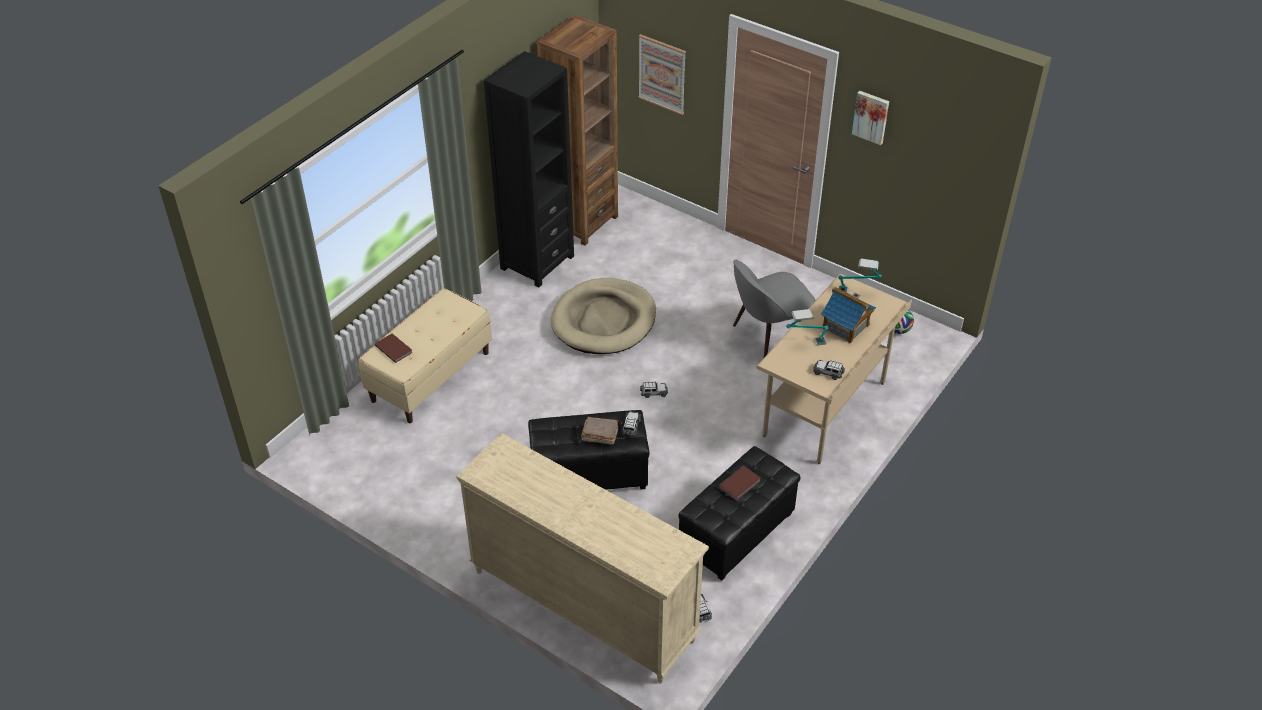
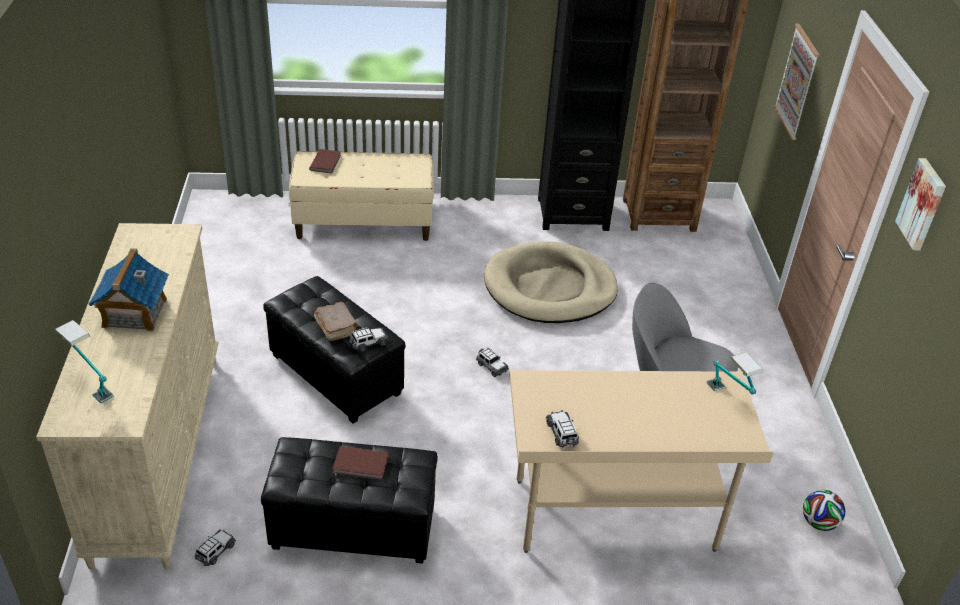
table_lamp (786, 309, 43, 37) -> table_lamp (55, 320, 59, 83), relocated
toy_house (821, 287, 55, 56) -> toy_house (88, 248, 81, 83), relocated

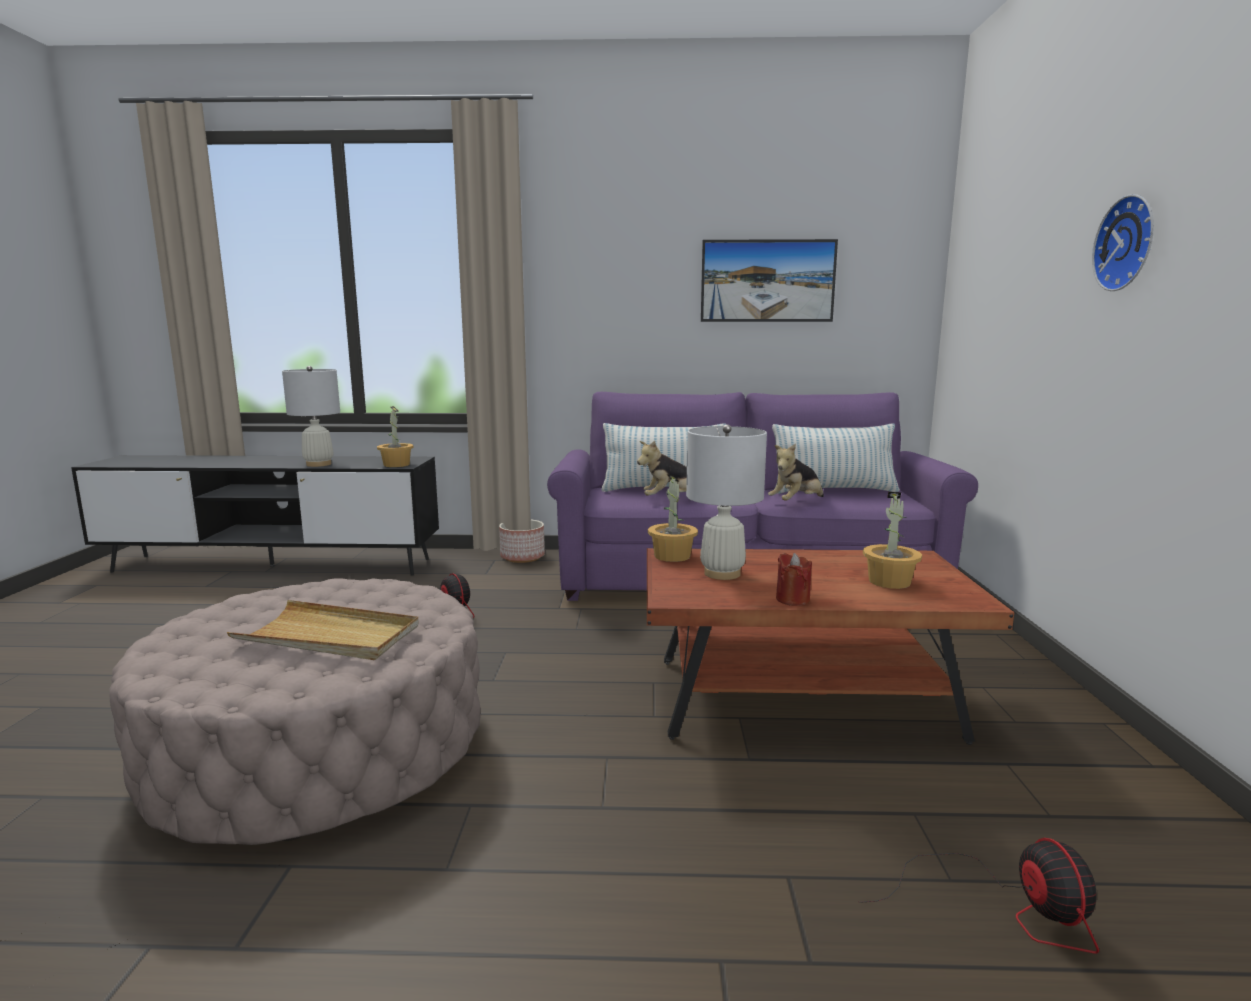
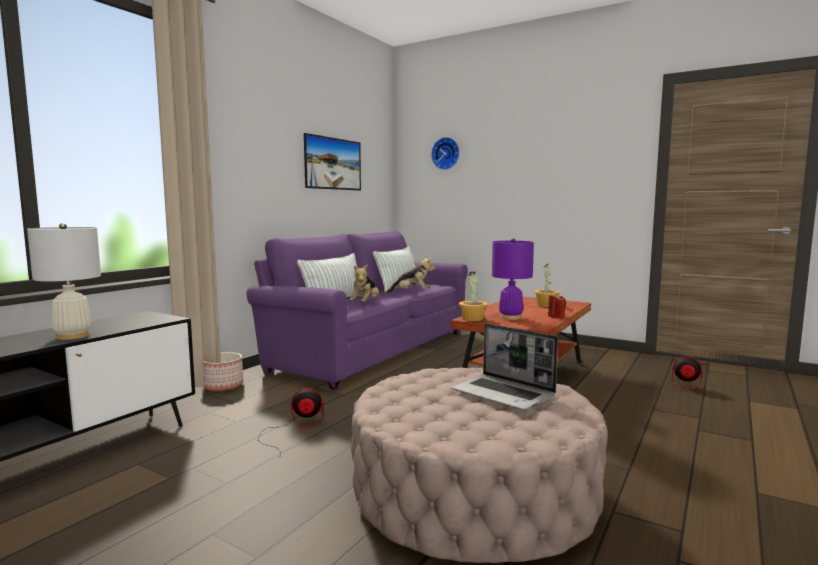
potted_plant (377, 406, 37, 61) -> none
wall_clock (1092, 194, 62, 97) -> wall_clock (431, 137, 29, 33), relocated
beige_tray (227, 600, 192, 60) -> laptop (451, 323, 107, 87)
white_table_lamp (686, 424, 81, 156) -> purple_table_lamp (492, 238, 42, 82)
plush_toy (768, 444, 56, 57) -> plush_toy (386, 256, 49, 37), 75 degrees counterclockwise

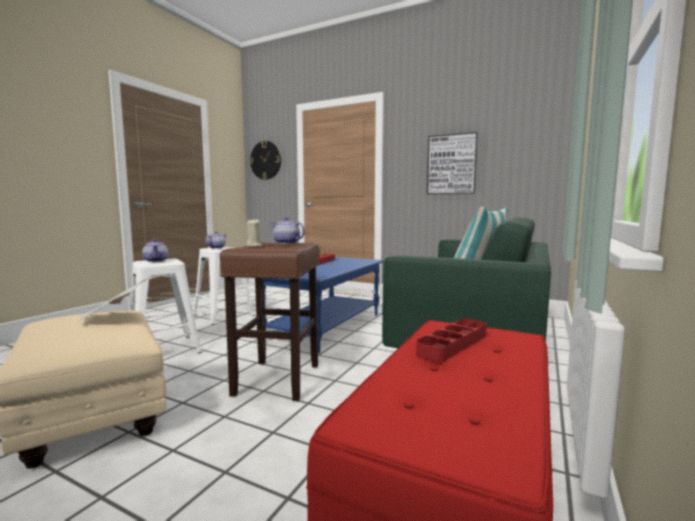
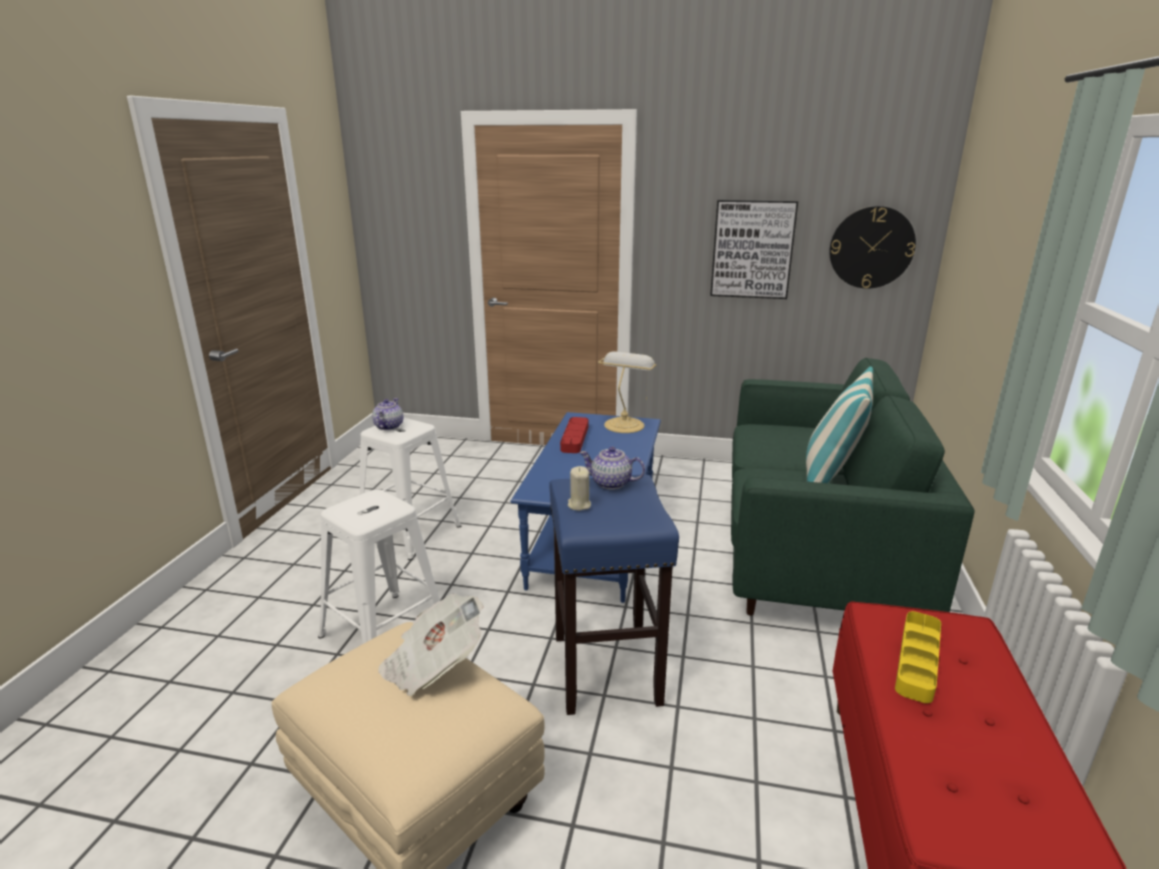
teapot (142, 239, 26, 23) -> none
none -> table_lamp (598, 351, 58, 82)
wall_clock (250, 141, 31, 39) -> wall_clock (829, 206, 87, 83), relocated
brown_stool (220, 242, 99, 159) -> blue_stool (549, 475, 130, 240)
red_tray (416, 319, 71, 43) -> yellow_tray (895, 611, 46, 92)

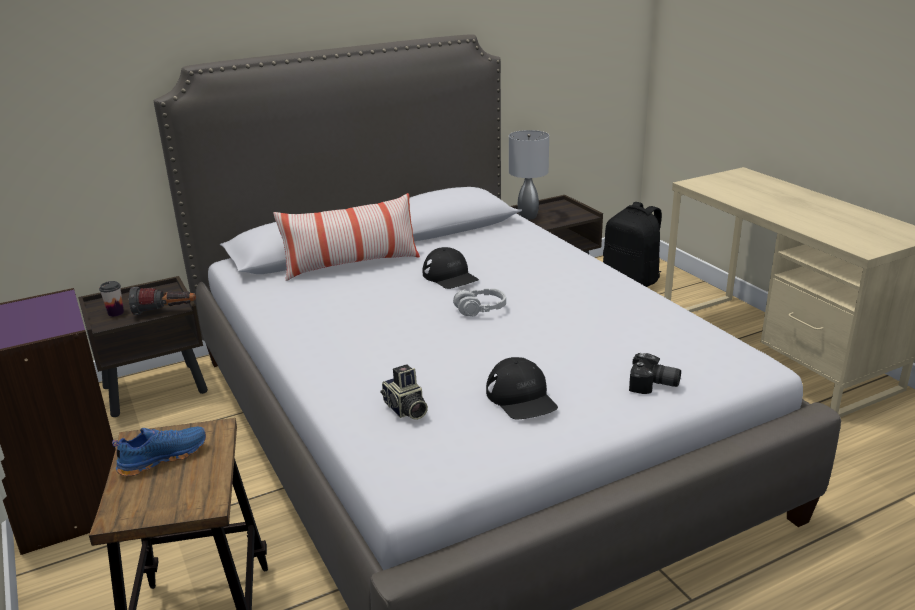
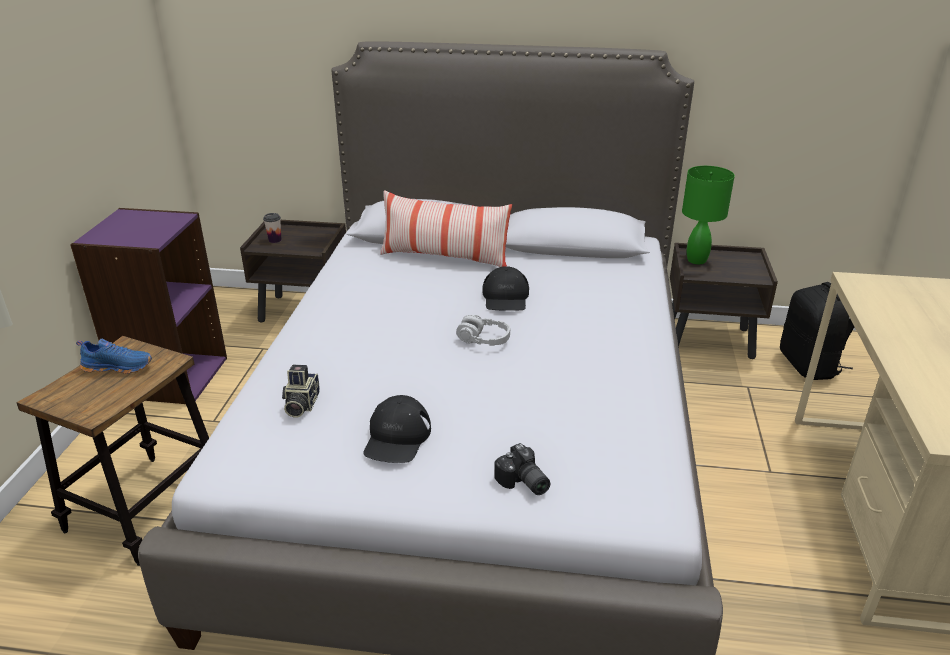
flashlight (129, 287, 67, 28) -> none
grey_table_lamp (509, 130, 40, 90) -> green_table_lamp (682, 166, 53, 98)

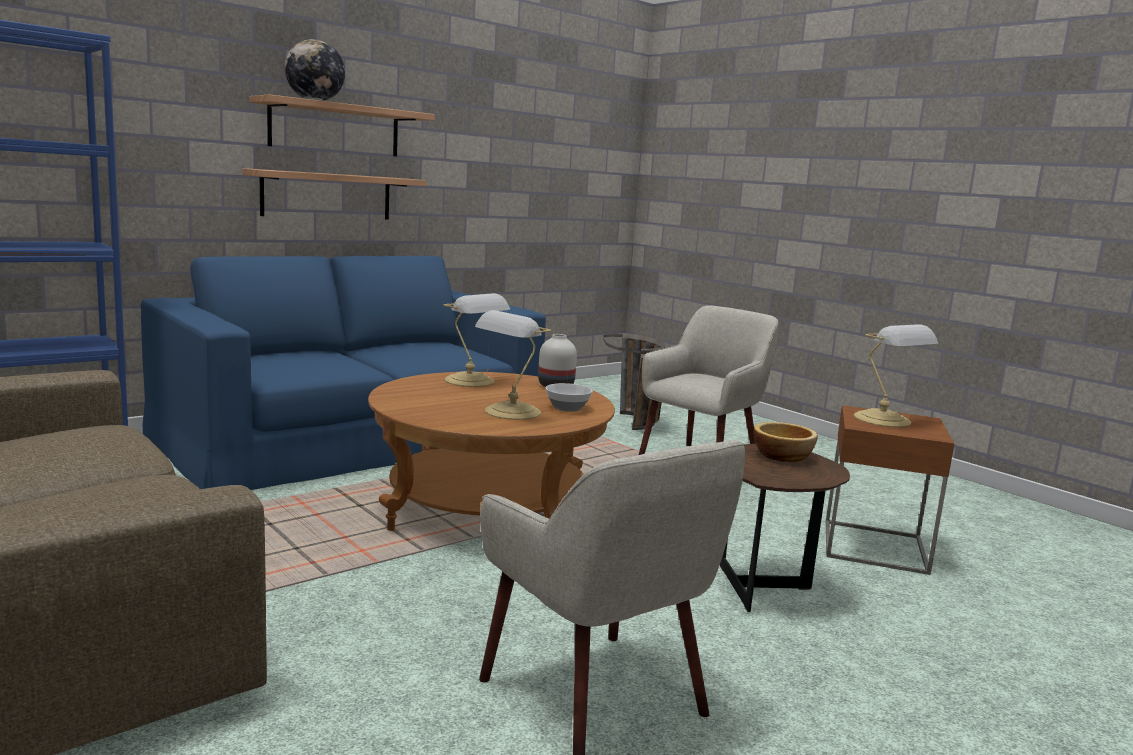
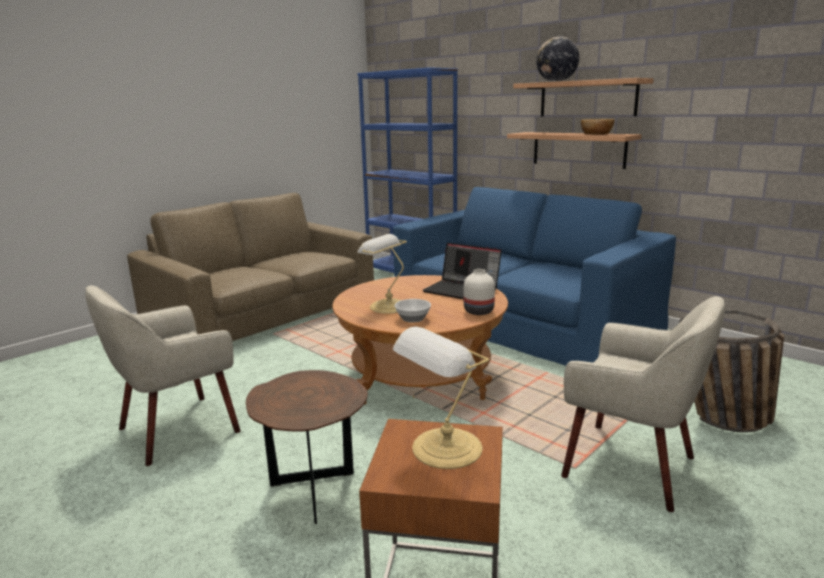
bowl (754, 422, 64, 40) -> bowl (581, 119, 33, 16), relocated
table_lamp (443, 293, 67, 94) -> laptop (423, 243, 79, 56)

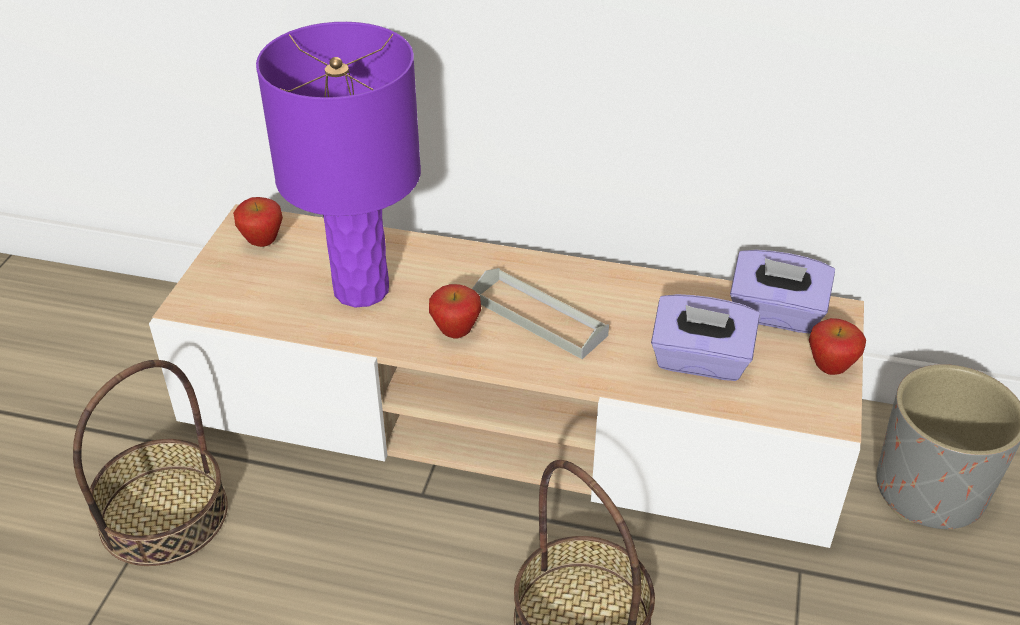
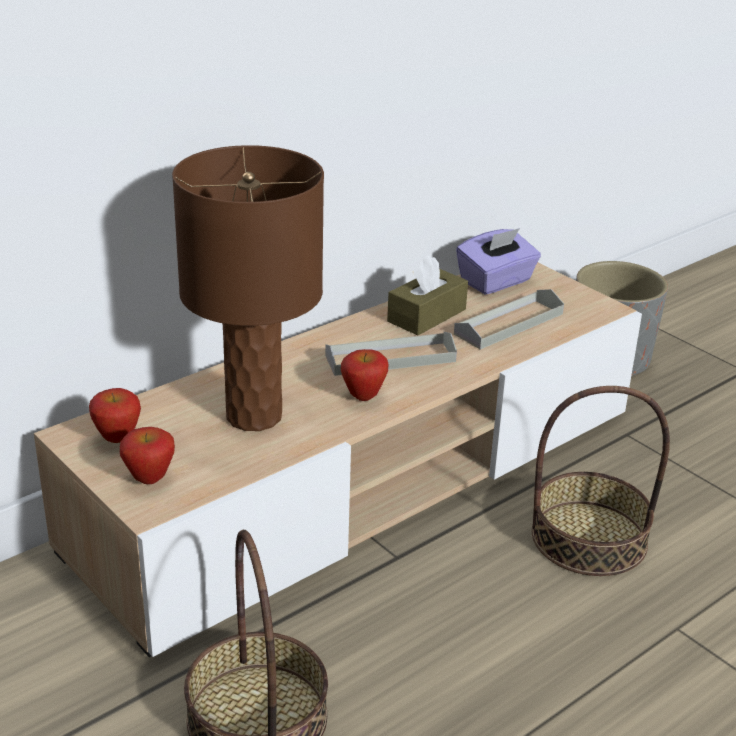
none -> brown_tissue_box (387, 255, 81, 80)
apple (809, 318, 57, 57) -> apple (120, 427, 55, 57), relocated
purple_tissue_box (651, 294, 109, 87) -> grey_tray (454, 289, 110, 60)
purple_table_lamp (256, 22, 165, 285) -> brown_table_lamp (172, 145, 152, 286)

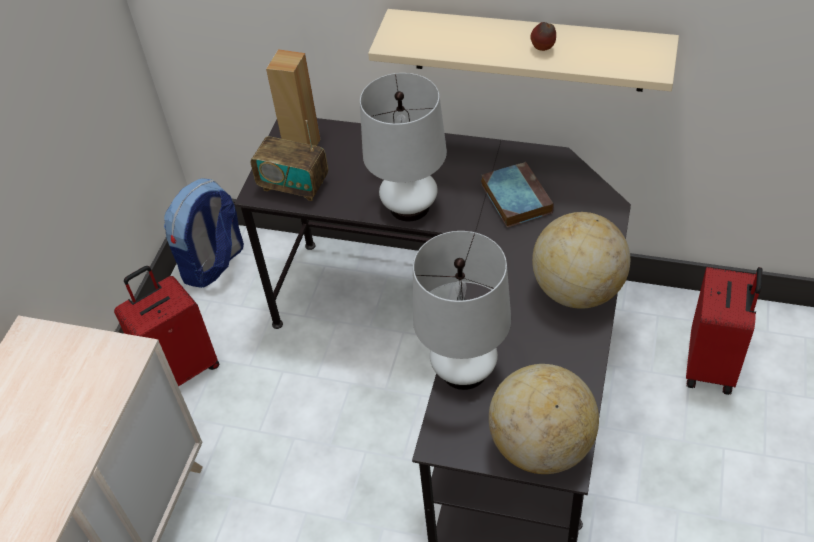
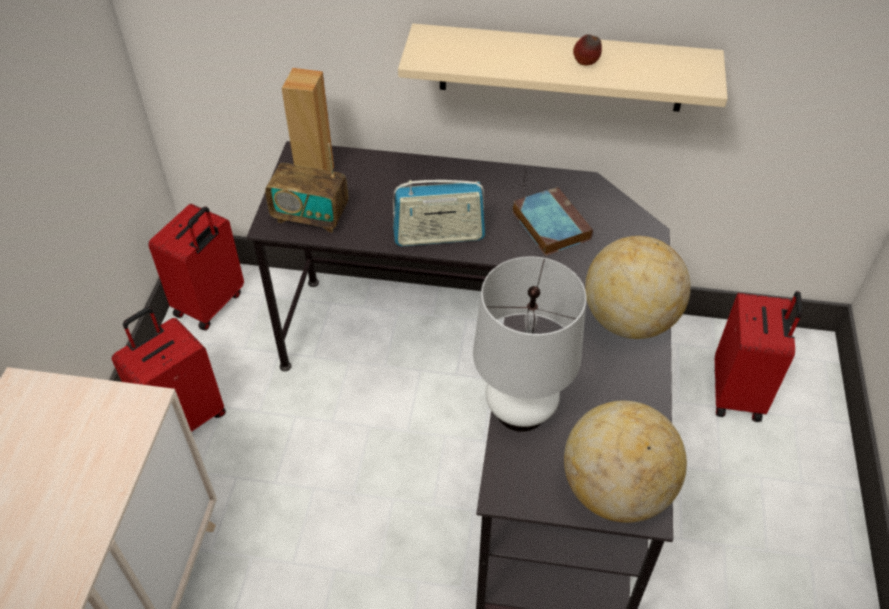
backpack (164, 179, 80, 109) -> red_suitcase (148, 204, 96, 126)
white_table_lamp (360, 73, 87, 148) -> radio (393, 180, 92, 66)

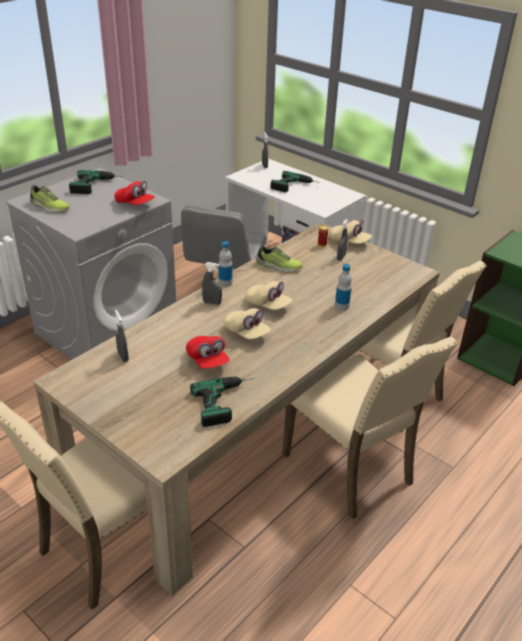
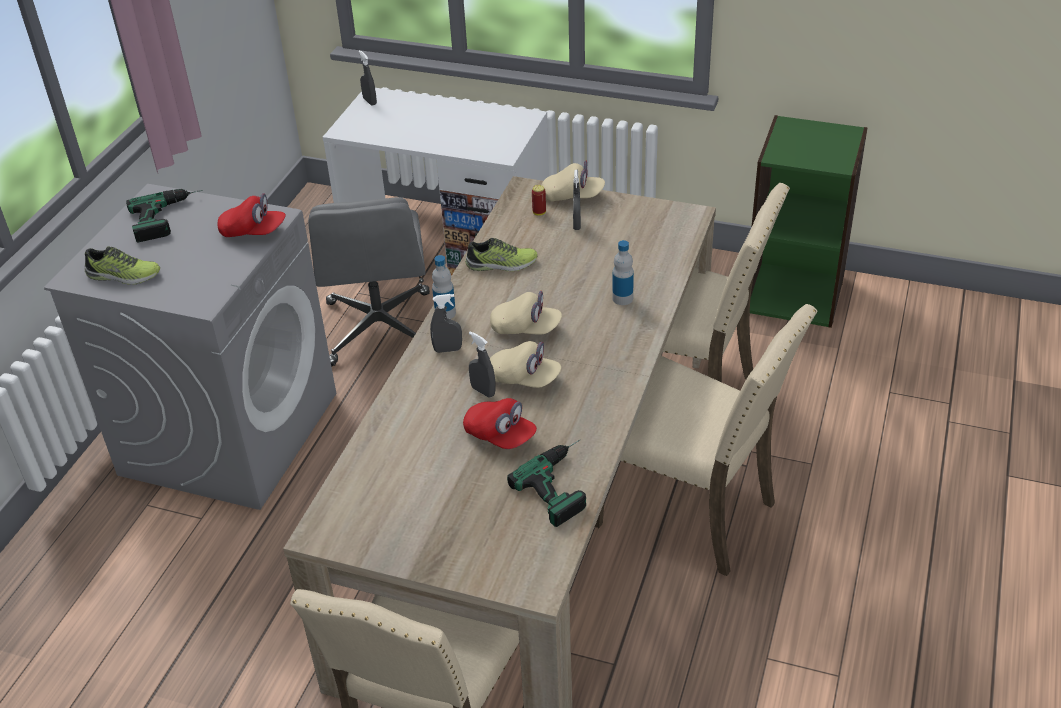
power_drill (270, 171, 50, 21) -> none
grey_spray_bottle (115, 310, 14, 52) -> grey_spray_bottle (469, 331, 26, 66), relocated

